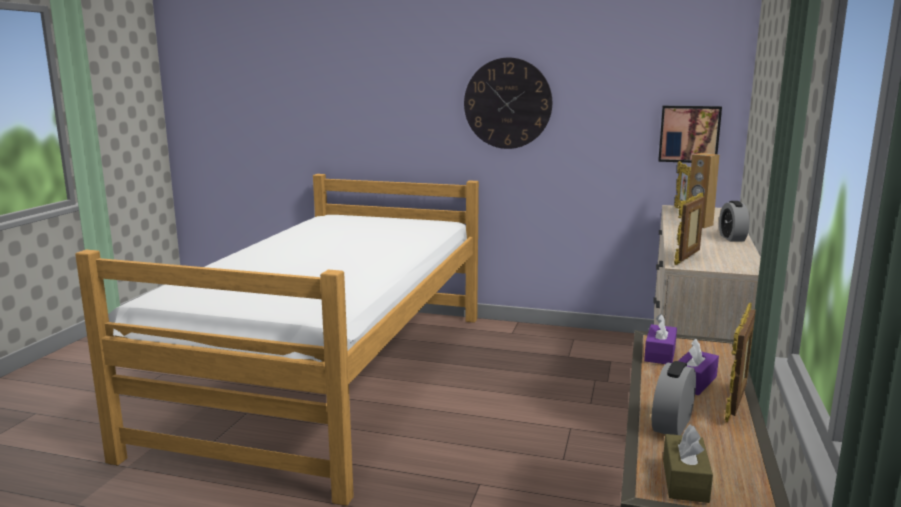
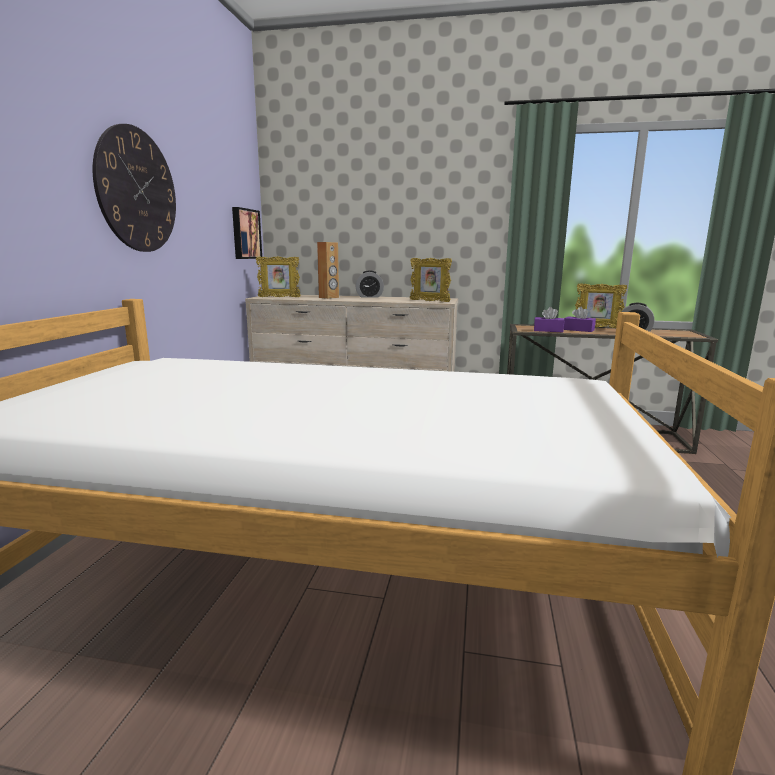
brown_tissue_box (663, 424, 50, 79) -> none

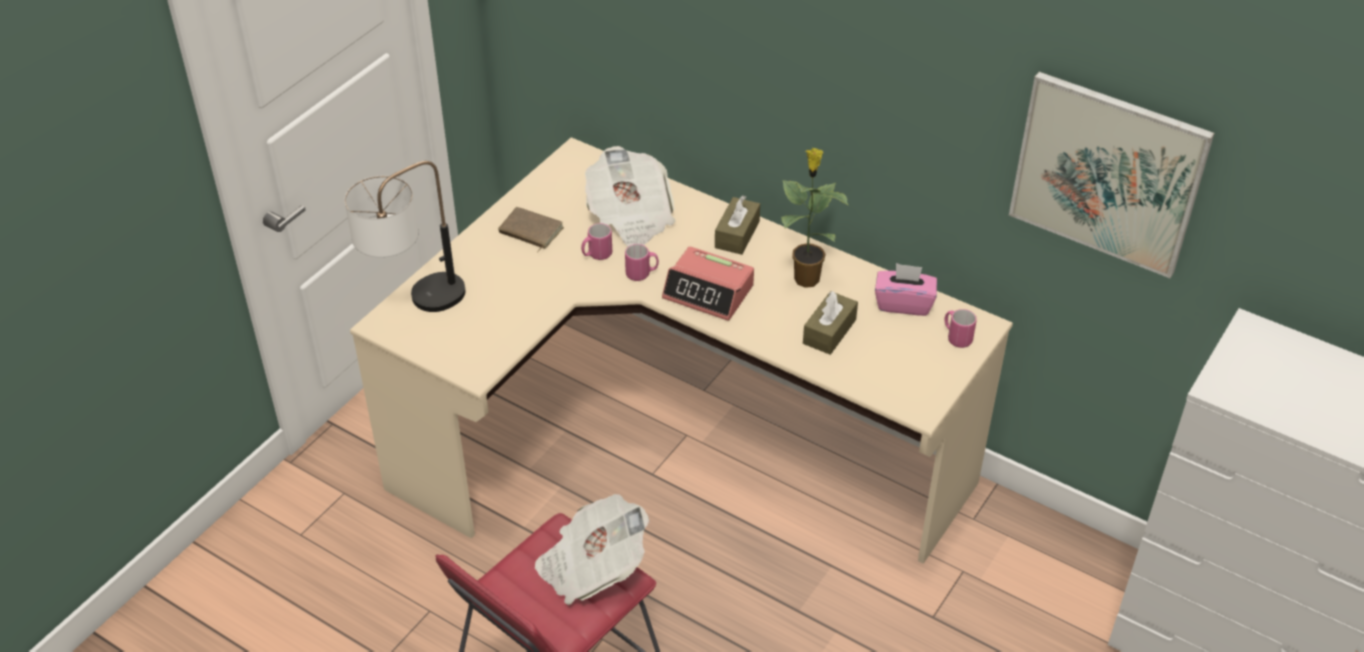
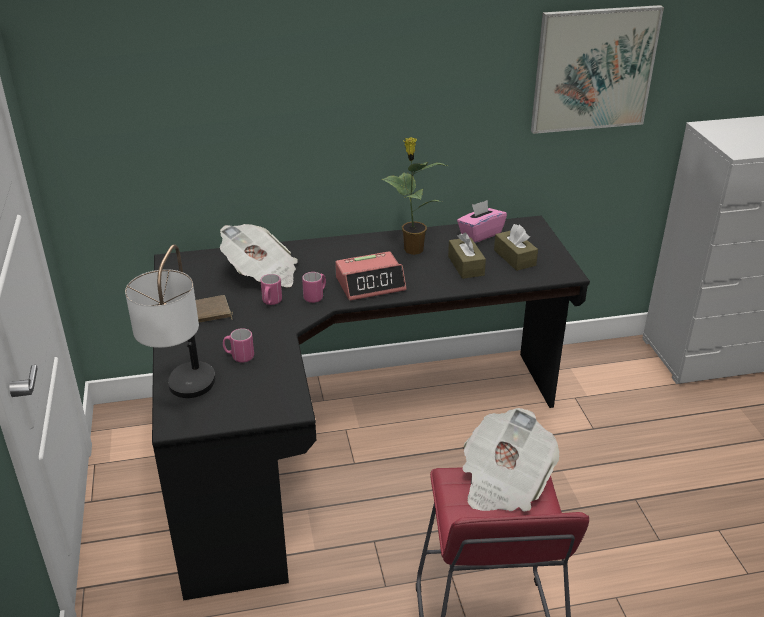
brown_tissue_box (715, 196, 45, 59) -> brown_tissue_box (494, 224, 44, 47), relocated
pink_mug (944, 309, 33, 39) -> pink_mug (223, 328, 31, 35), relocated
beige_desk (350, 137, 663, 427) -> black_desk (152, 216, 438, 385)

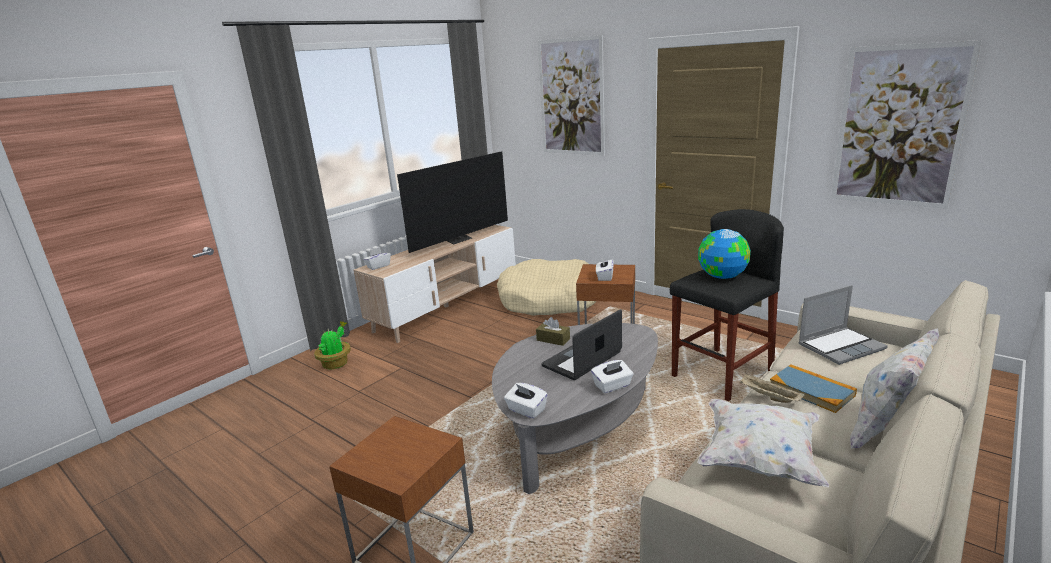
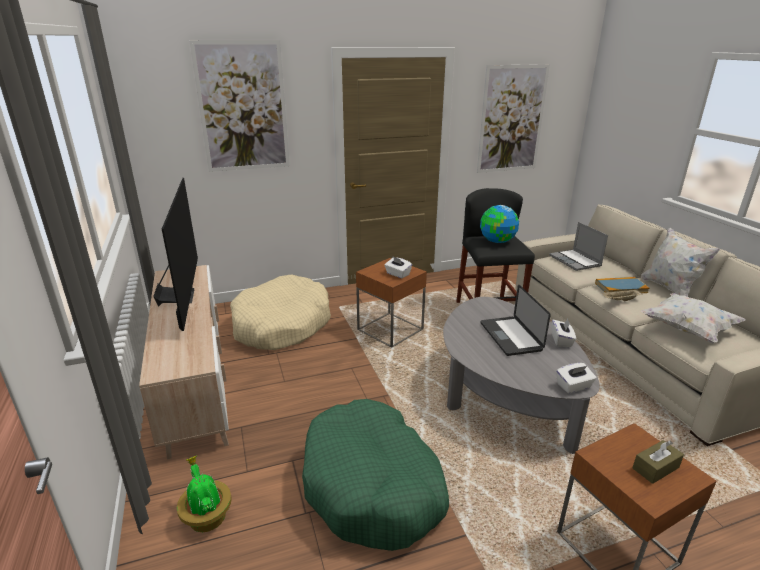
white_tissue_box (363, 247, 28, 23) -> none
none -> green_dog_bed (302, 399, 147, 152)
brown_tissue_box (536, 317, 34, 29) -> brown_tissue_box (632, 440, 52, 44), relocated
laptop (798, 285, 90, 80) -> laptop (549, 222, 59, 49), 150 degrees clockwise

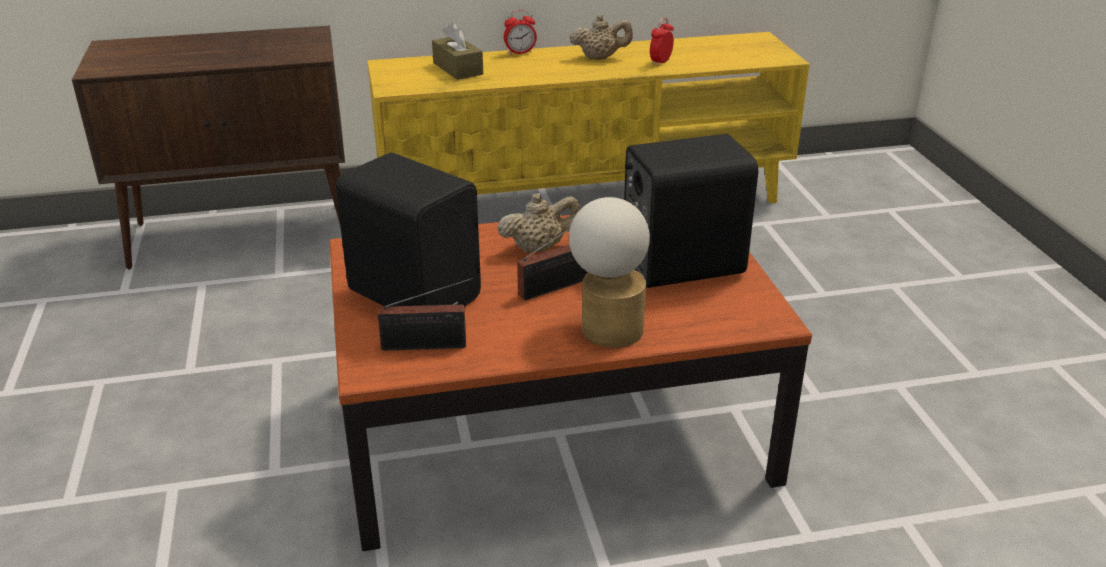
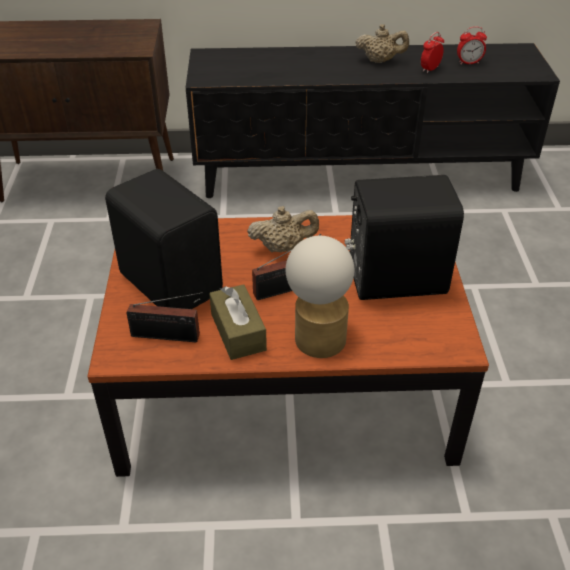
brown_tissue_box (432, 22, 51, 58) -> brown_tissue_box (209, 284, 58, 76), relocated
alarm_clock (504, 10, 33, 45) -> alarm_clock (457, 27, 30, 38), relocated
yellow_tv_stand (367, 32, 443, 172) -> black_tv_stand (185, 43, 375, 155)

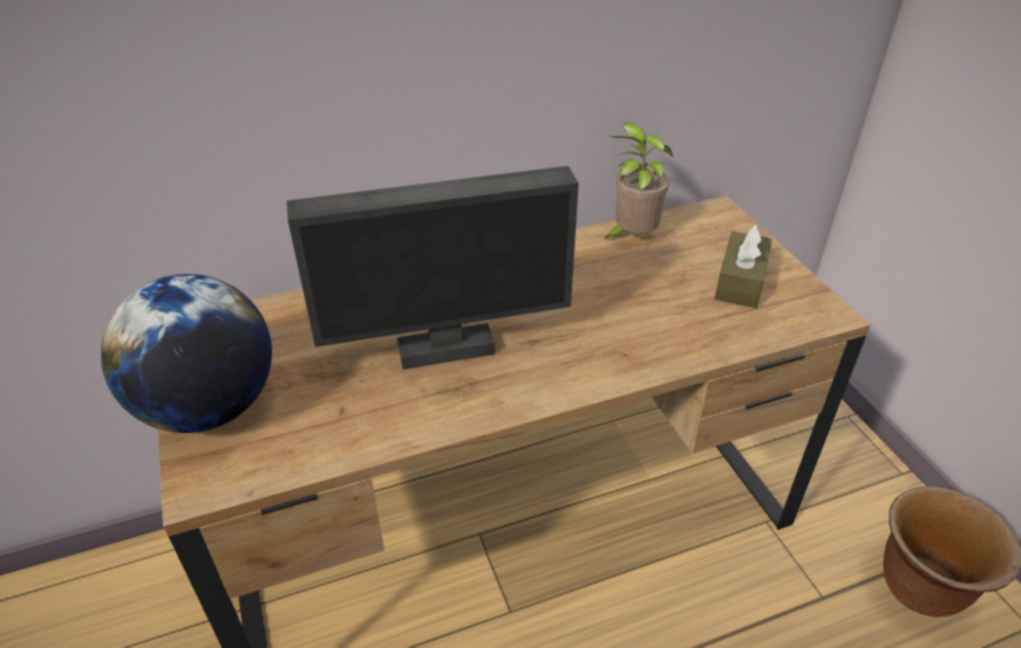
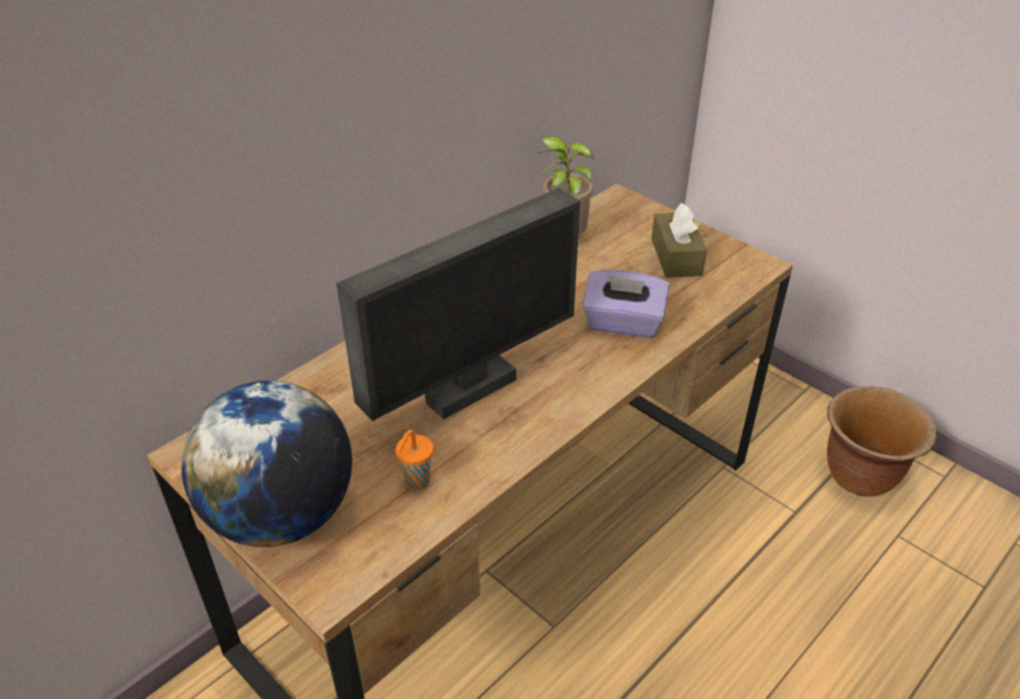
none -> orange_cup (395, 430, 38, 60)
none -> purple_tissue_box (582, 270, 87, 68)

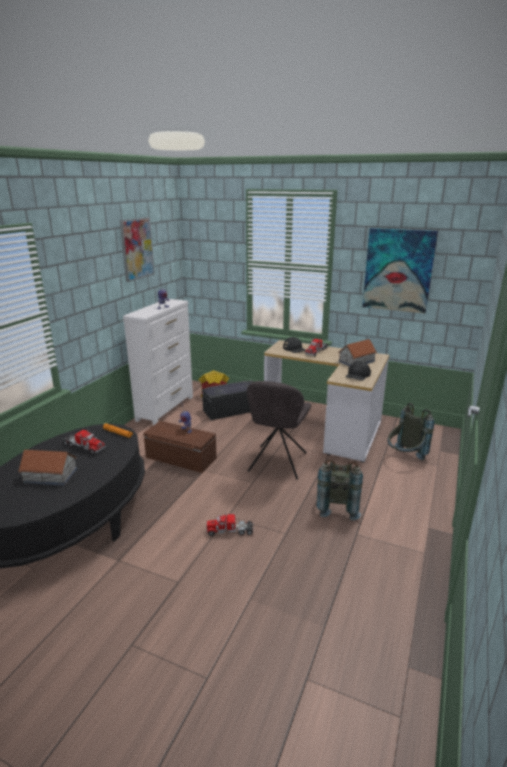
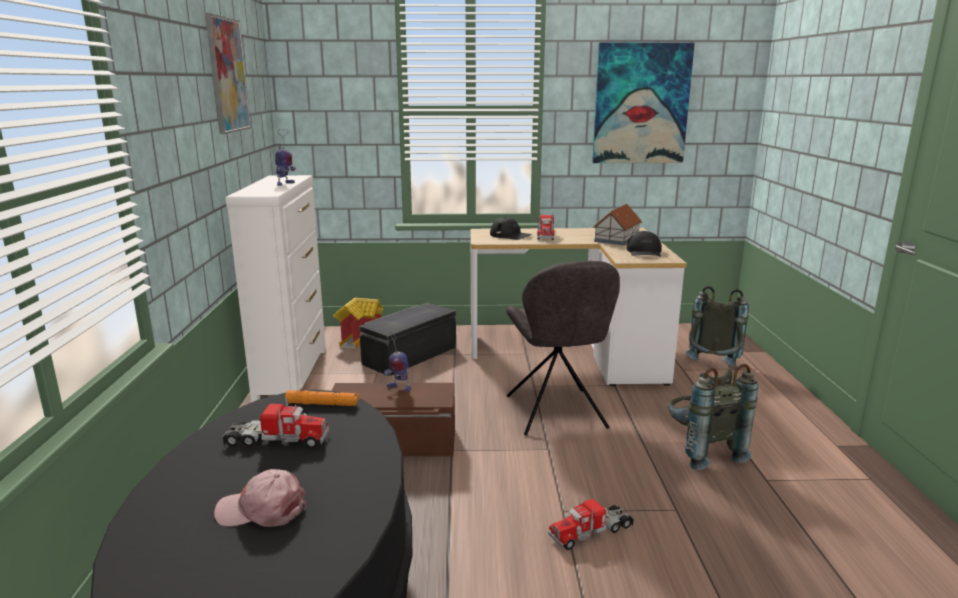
toy_house (18, 450, 59, 36) -> pink_cap (214, 469, 92, 58)

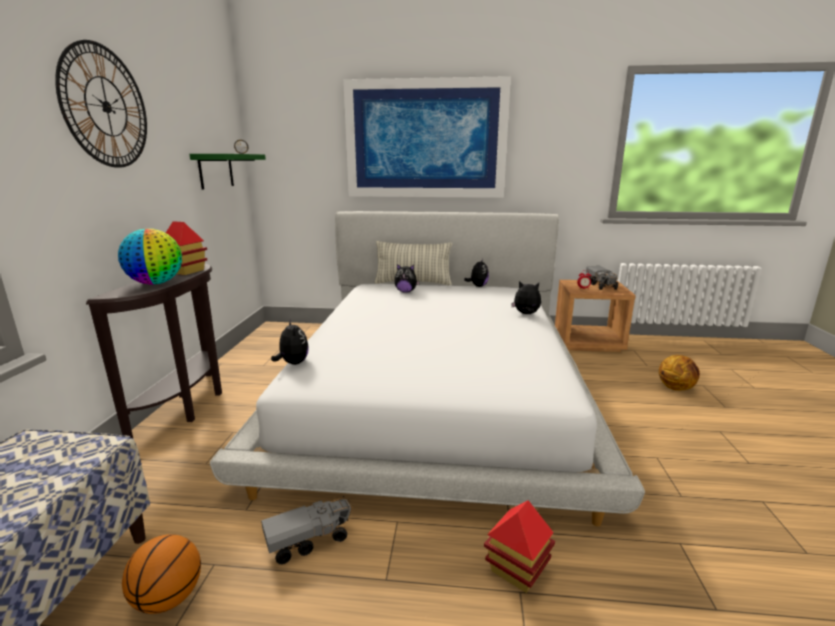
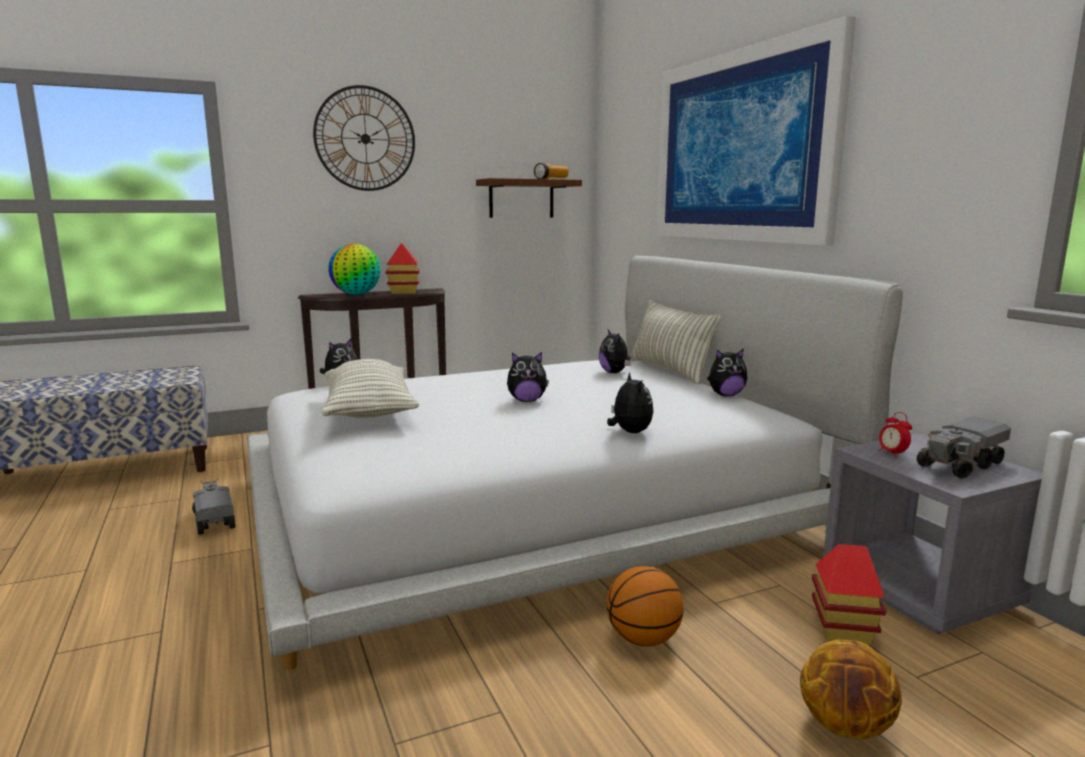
none -> pillow (321, 359, 98, 59)
none -> plush_toy (507, 352, 42, 50)
basketball (122, 534, 79, 80) -> basketball (606, 566, 78, 81), relocated
toy_house (484, 500, 71, 93) -> toy_house (812, 544, 74, 101), relocated
green_shelf (189, 154, 77, 36) -> brown_shelf (476, 178, 106, 40)
brown_nightstand (555, 280, 81, 72) -> grey_nightstand (823, 433, 219, 201)
toy_truck (261, 496, 91, 69) -> toy_truck (192, 479, 44, 56), 150 degrees counterclockwise

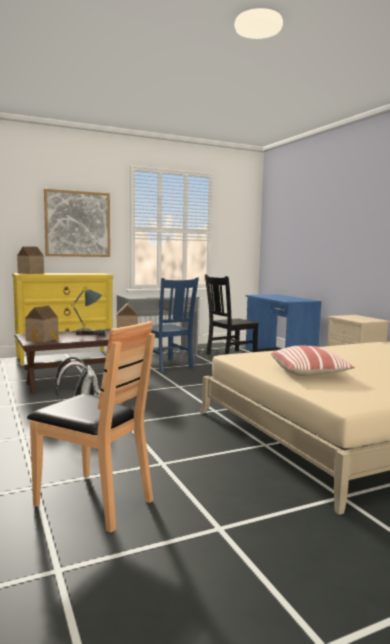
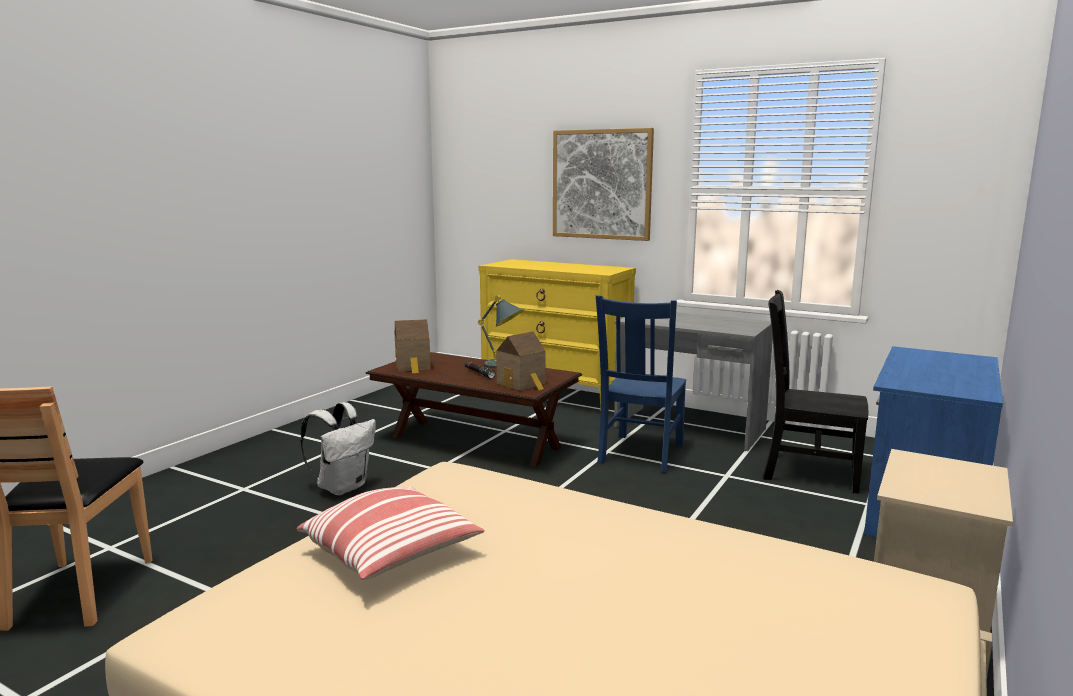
toy_house (17, 246, 27, 28) -> none

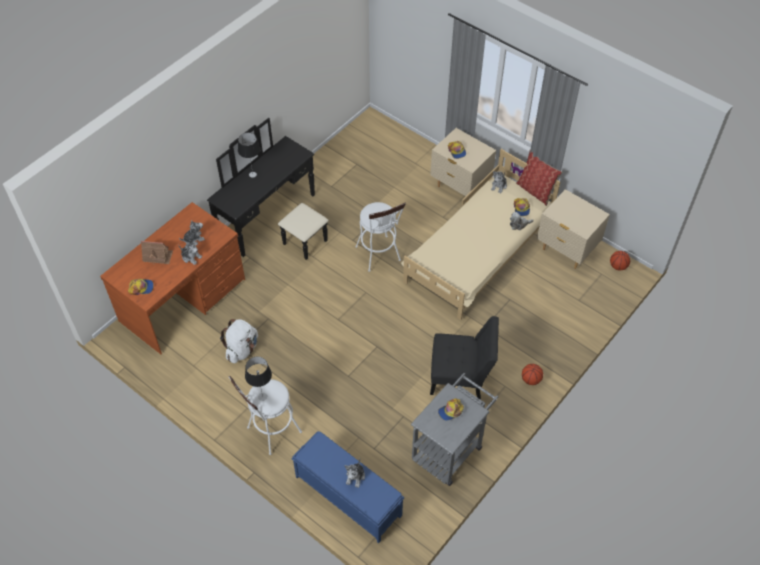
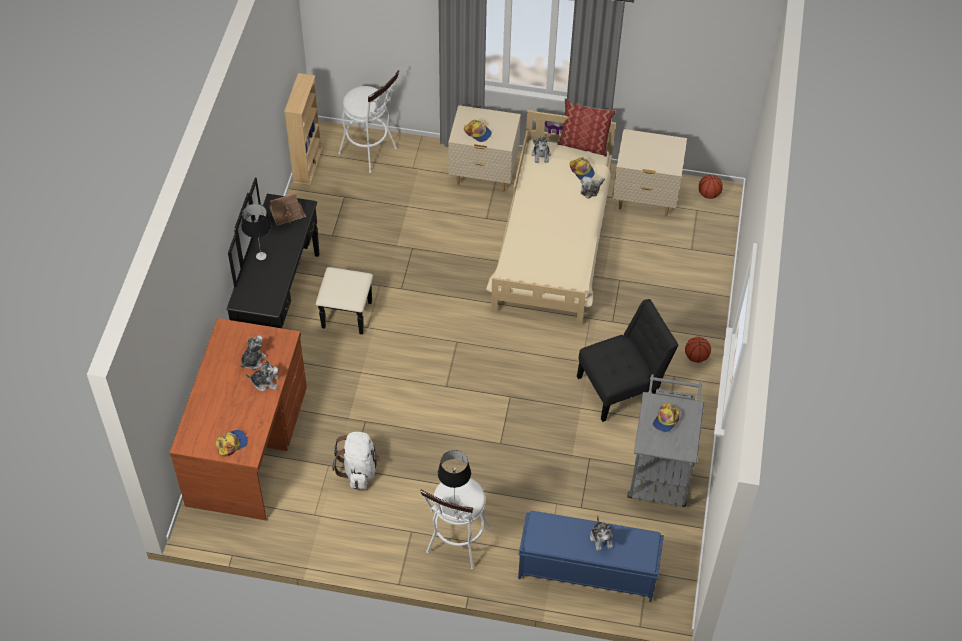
none -> beige_bookcase (284, 73, 39, 113)
toy_house (141, 241, 32, 24) -> toy_house (269, 193, 37, 33), relocated
white_stool (355, 202, 51, 70) -> white_stool (338, 70, 61, 103), relocated

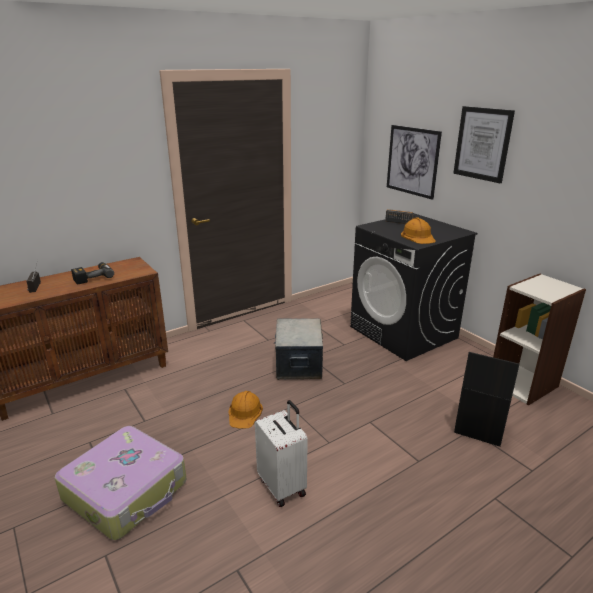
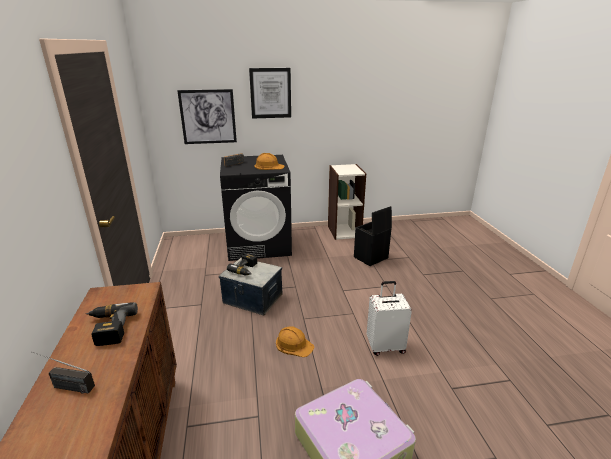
none -> power_drill (227, 253, 30, 22)

